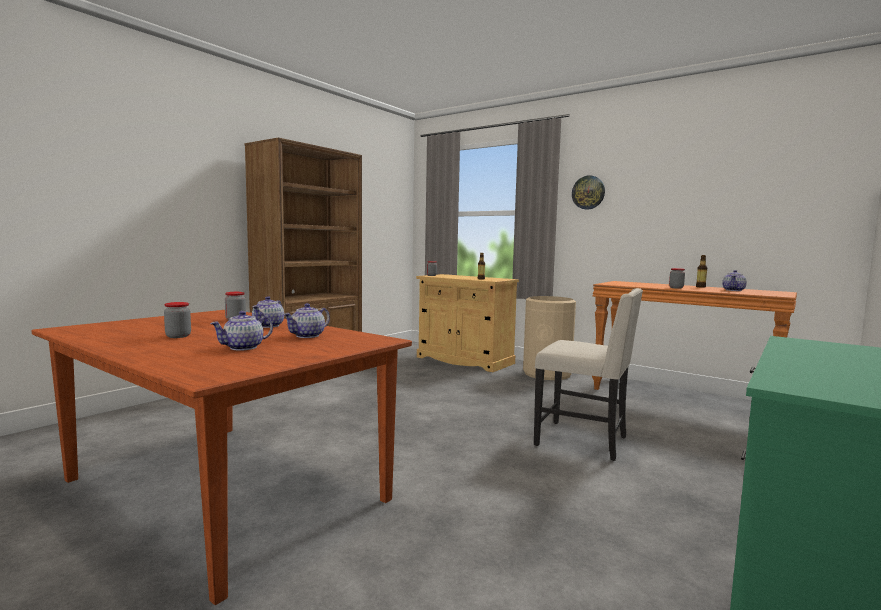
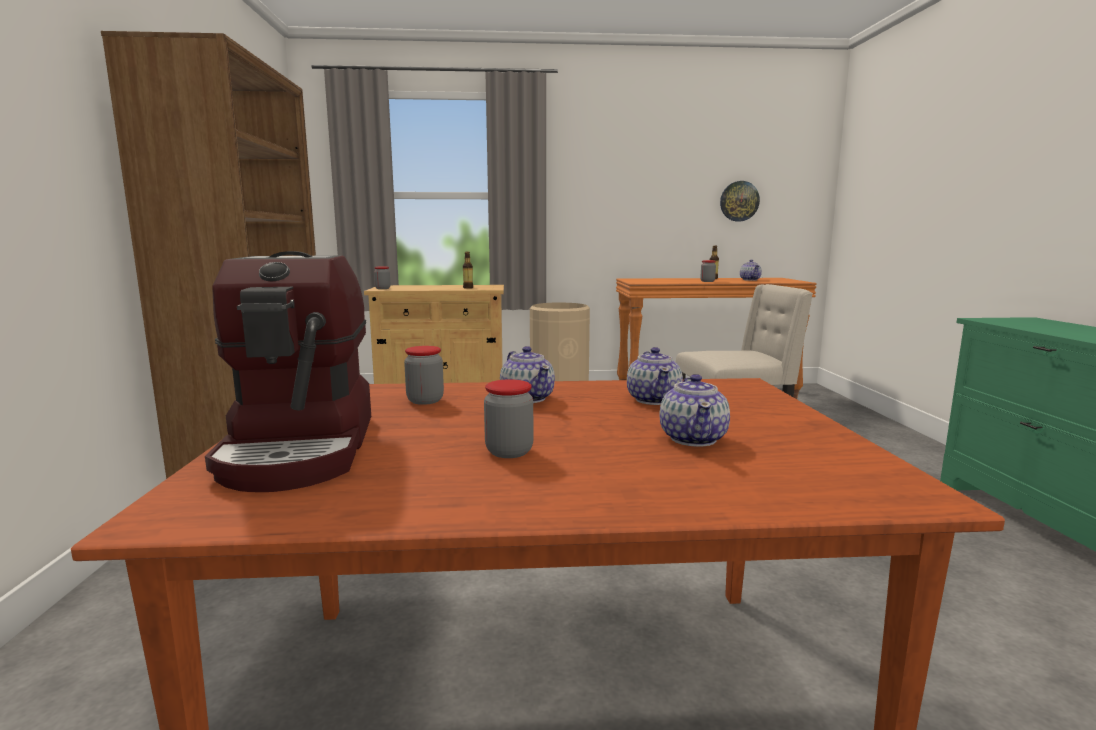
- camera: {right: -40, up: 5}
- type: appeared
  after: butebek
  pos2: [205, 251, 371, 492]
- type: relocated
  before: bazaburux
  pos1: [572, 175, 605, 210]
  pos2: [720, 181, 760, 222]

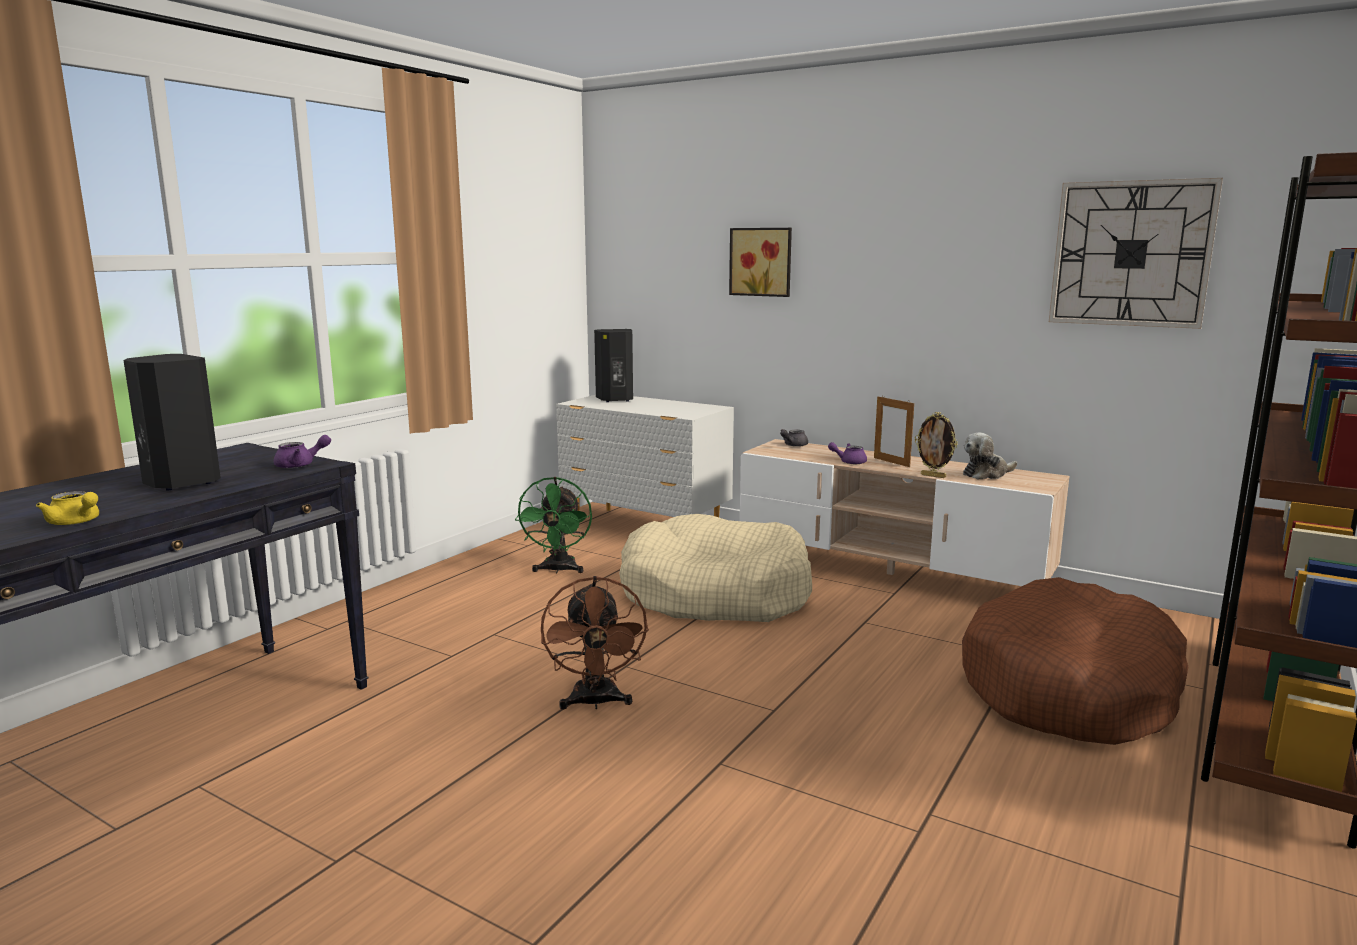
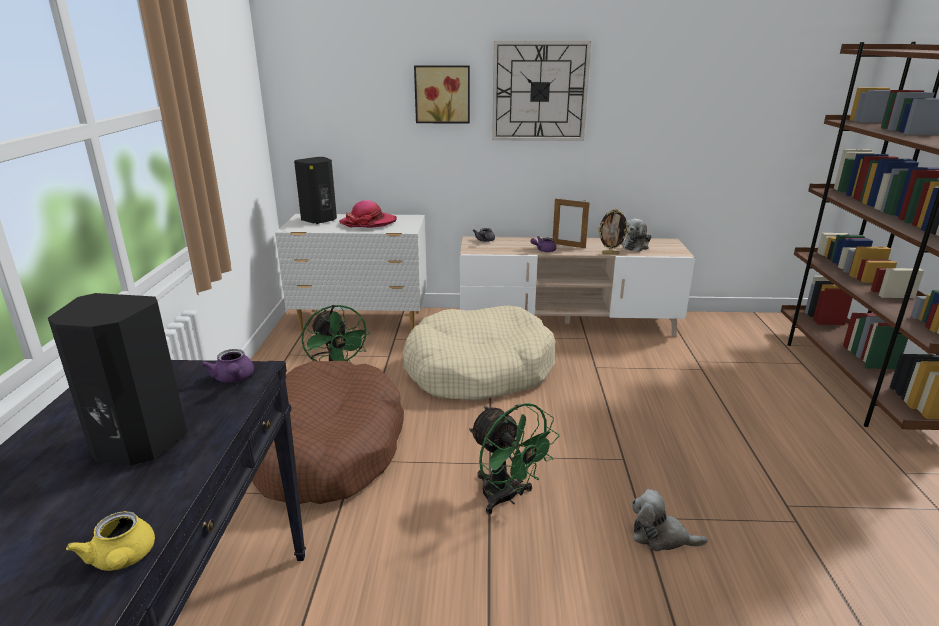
- camera: {right: -30, up: 10}
- type: appeared
  after: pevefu
  pos2: [339, 200, 397, 228]
- type: appeared
  after: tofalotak
  pos2: [632, 489, 708, 552]
- type: relocated
  before: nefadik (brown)
  pos1: [962, 577, 1188, 745]
  pos2: [252, 361, 404, 504]
- type: relocated
  before: bazaburux
  pos1: [1049, 178, 1223, 329]
  pos2: [492, 41, 591, 141]
- type: colour
  before: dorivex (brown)
  after: dorivex (green)
  pos1: [541, 576, 649, 710]
  pos2: [469, 403, 559, 514]
- type: spun
  before: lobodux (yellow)
  pos1: [36, 491, 99, 525]
  pos2: [66, 511, 155, 571]
  turn: 60
- type: spun
  before: lobodux (purple)
  pos1: [274, 435, 331, 468]
  pos2: [201, 349, 254, 382]
  turn: 120

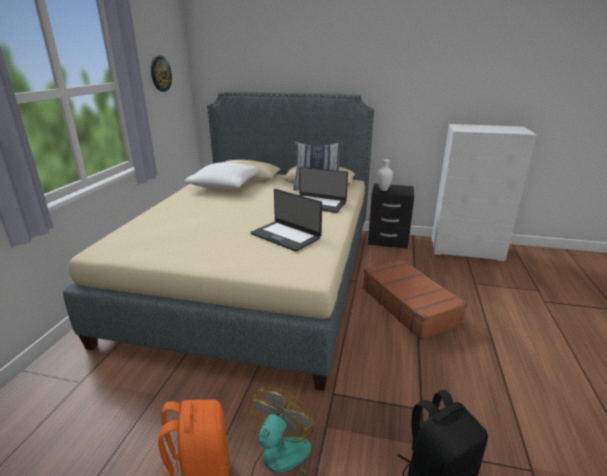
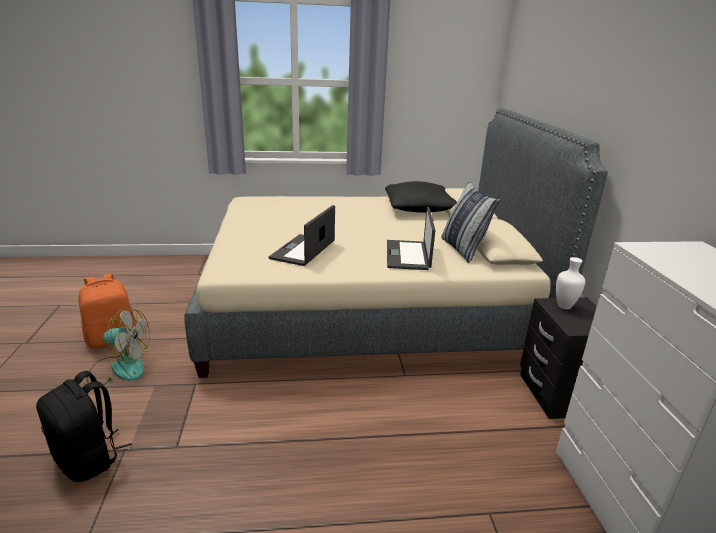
- camera: {right: 70, up: 0}
- type: missing
  before: bazaburux
  pos1: [151, 56, 172, 92]
- type: missing
  before: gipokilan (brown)
  pos1: [363, 259, 468, 340]
- type: colour
  before: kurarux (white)
  after: kurarux (black)
  pos1: [185, 162, 259, 189]
  pos2: [385, 181, 457, 212]

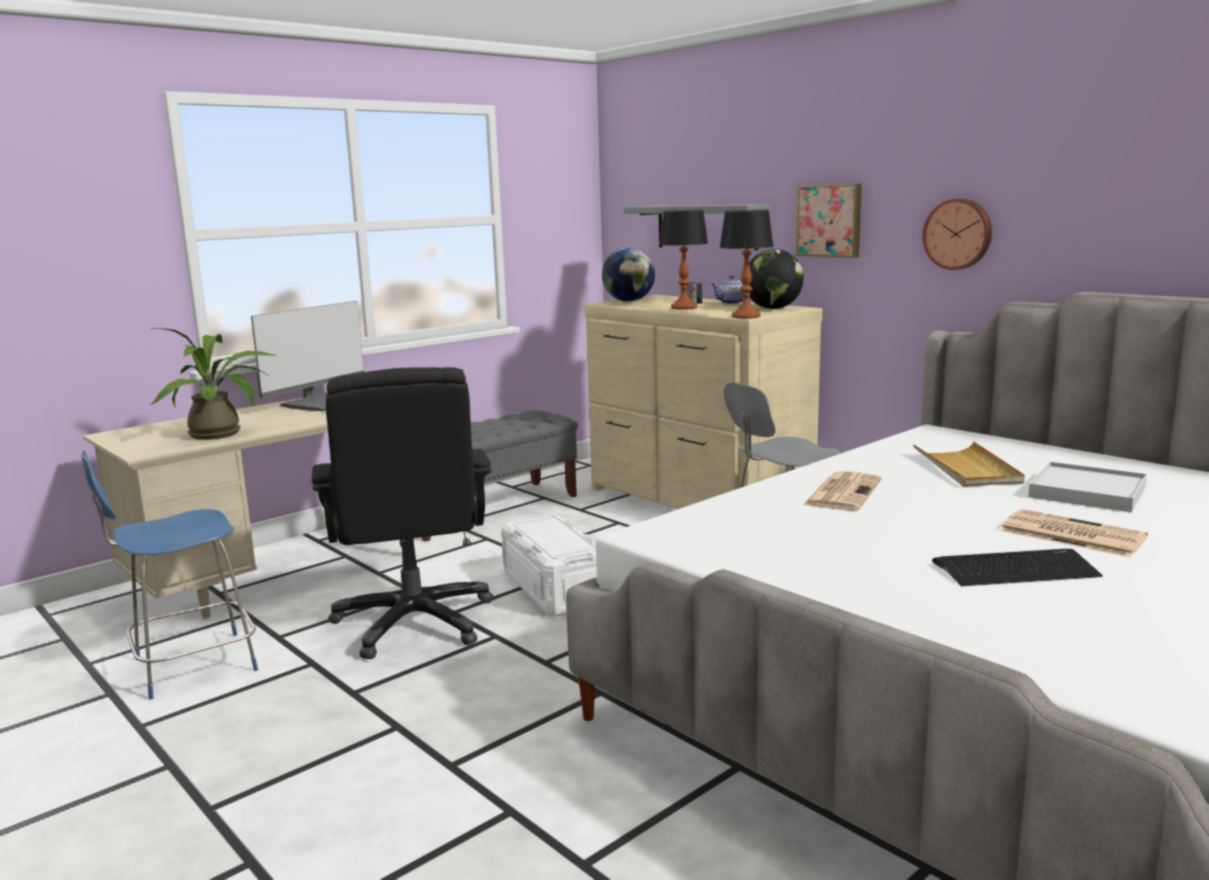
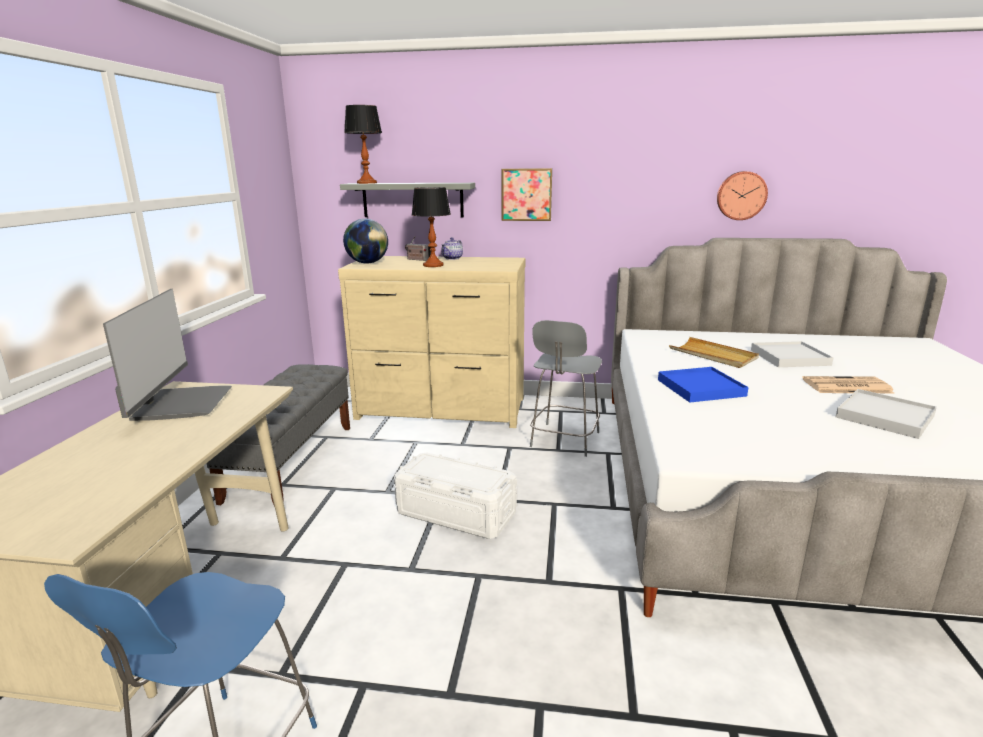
- camera: {right: -40, up: 5}
- type: missing
  before: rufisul
  pos1: [151, 328, 276, 440]
- type: missing
  before: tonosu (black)
  pos1: [312, 367, 493, 659]
- type: missing
  before: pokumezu
  pos1: [749, 249, 804, 309]
- type: relocated
  before: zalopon
  pos1: [719, 210, 774, 319]
  pos2: [344, 105, 382, 184]
- type: relocated
  before: bazaburux
  pos1: [922, 198, 992, 270]
  pos2: [717, 171, 768, 220]
- type: exchanged
  before: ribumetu
  after: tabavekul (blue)
  pos1: [803, 471, 882, 511]
  pos2: [658, 367, 749, 402]
- type: exchanged
  before: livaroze
  after: tabavekul (white)
  pos1: [932, 549, 1103, 586]
  pos2: [836, 389, 937, 439]

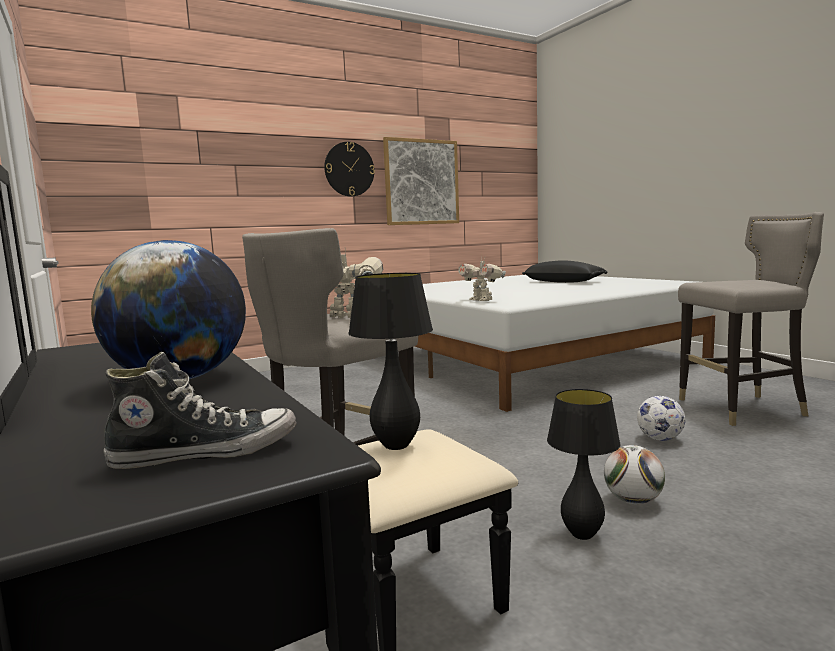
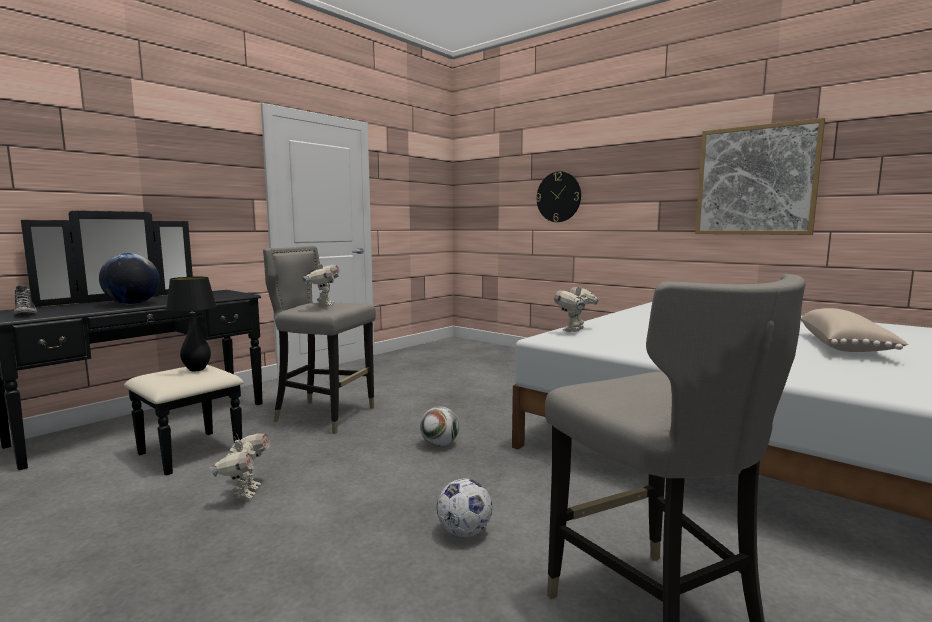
- camera: {right: 70, up: 0}
- type: relocated
  before: bazaburux
  pos1: [324, 142, 375, 197]
  pos2: [536, 171, 581, 222]
- type: relocated
  before: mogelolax
  pos1: [604, 445, 665, 504]
  pos2: [420, 406, 459, 446]
- type: exchanged
  before: zalopon (black)
  after: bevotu
  pos1: [547, 389, 621, 540]
  pos2: [209, 433, 270, 500]
- type: colour
  before: kurarux (black)
  after: kurarux (beige)
  pos1: [522, 260, 607, 283]
  pos2: [801, 308, 908, 352]

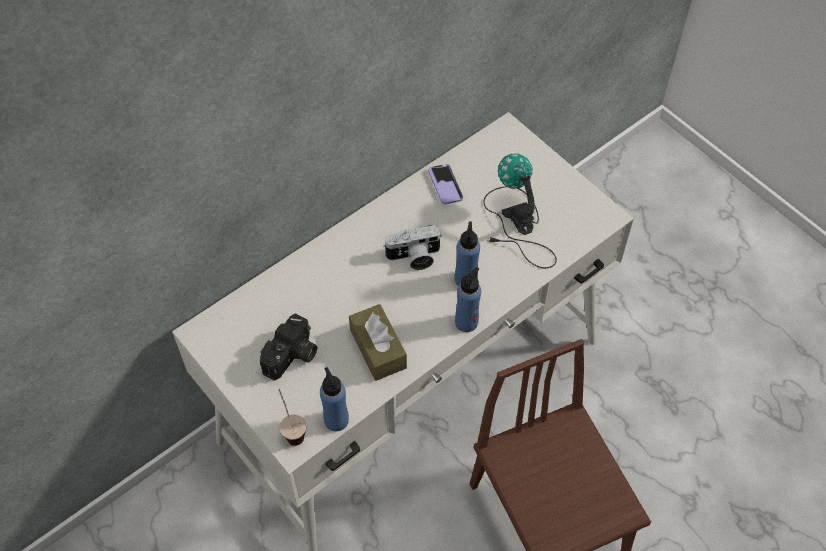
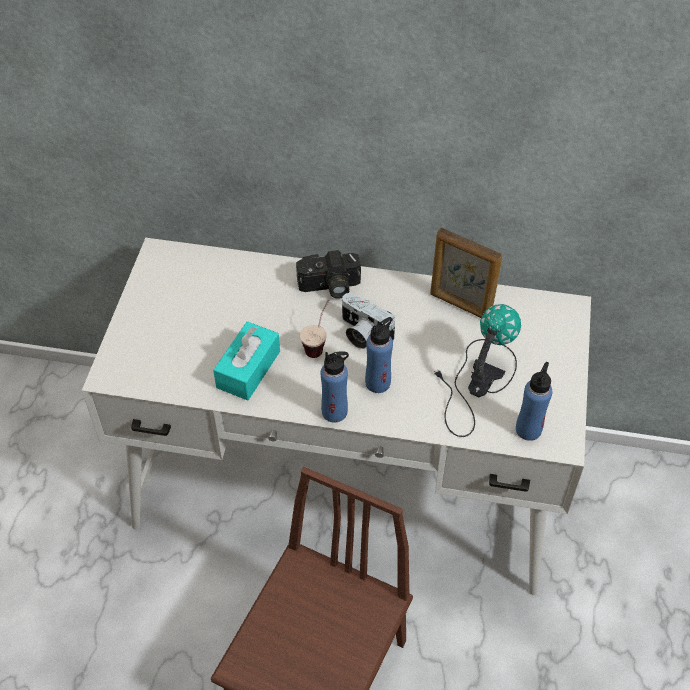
- camera: {right: 50, up: -5}
- type: relocated
  before: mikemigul
  pos1: [260, 313, 317, 381]
  pos2: [296, 250, 361, 299]
- type: relocated
  before: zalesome
  pos1: [279, 389, 306, 446]
  pos2: [300, 299, 329, 358]
- type: relocated
  before: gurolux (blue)
  pos1: [320, 367, 349, 431]
  pos2: [516, 362, 552, 441]
- type: exchanged
  before: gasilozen
  after: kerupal
  pos1: [428, 164, 463, 204]
  pos2: [430, 228, 503, 318]
- type: colour
  before: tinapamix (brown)
  after: tinapamix (turquoise)
  pos1: [349, 304, 407, 381]
  pos2: [213, 321, 280, 400]

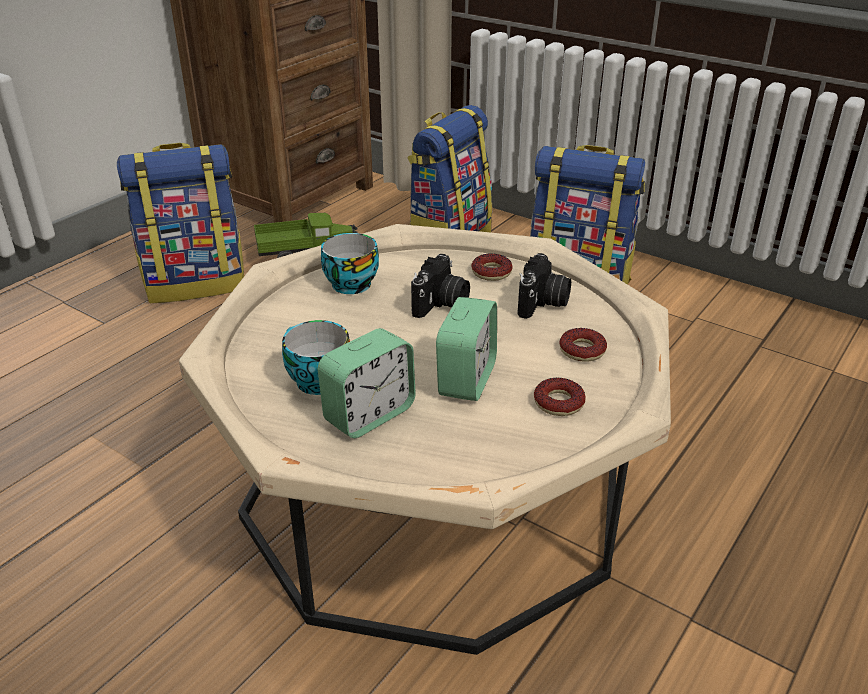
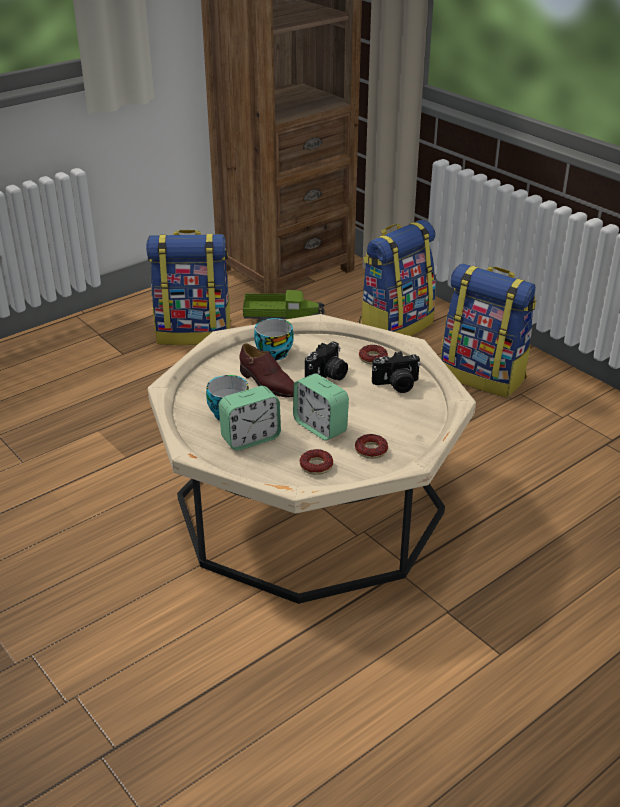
- camera: {right: 15, up: 0}
- type: appeared
  after: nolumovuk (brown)
  pos2: [239, 343, 294, 398]
- type: relocated
  before: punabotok
  pos1: [559, 328, 607, 362]
  pos2: [300, 449, 333, 475]
- type: spun
  before: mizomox
  pos1: [436, 297, 497, 401]
  pos2: [293, 373, 349, 441]
  turn: 105
- type: spun
  before: mikemigul
  pos1: [518, 253, 571, 319]
  pos2: [372, 351, 421, 393]
  turn: 45

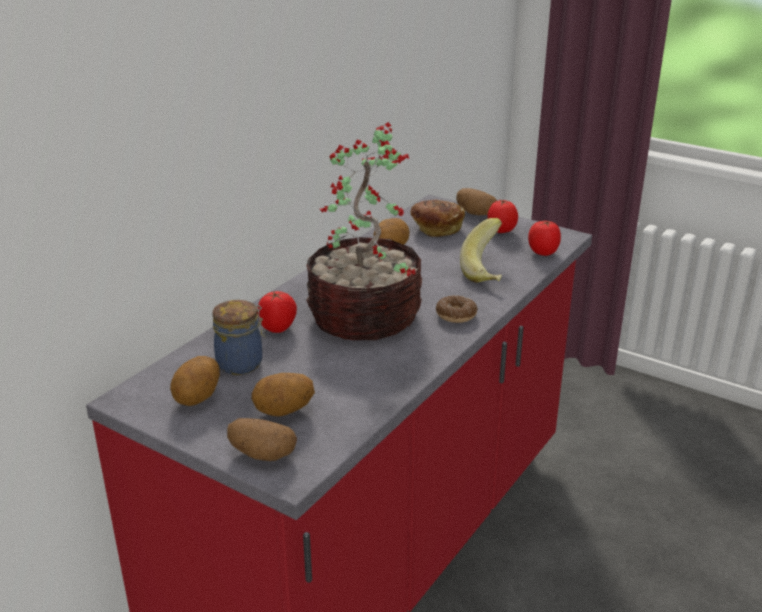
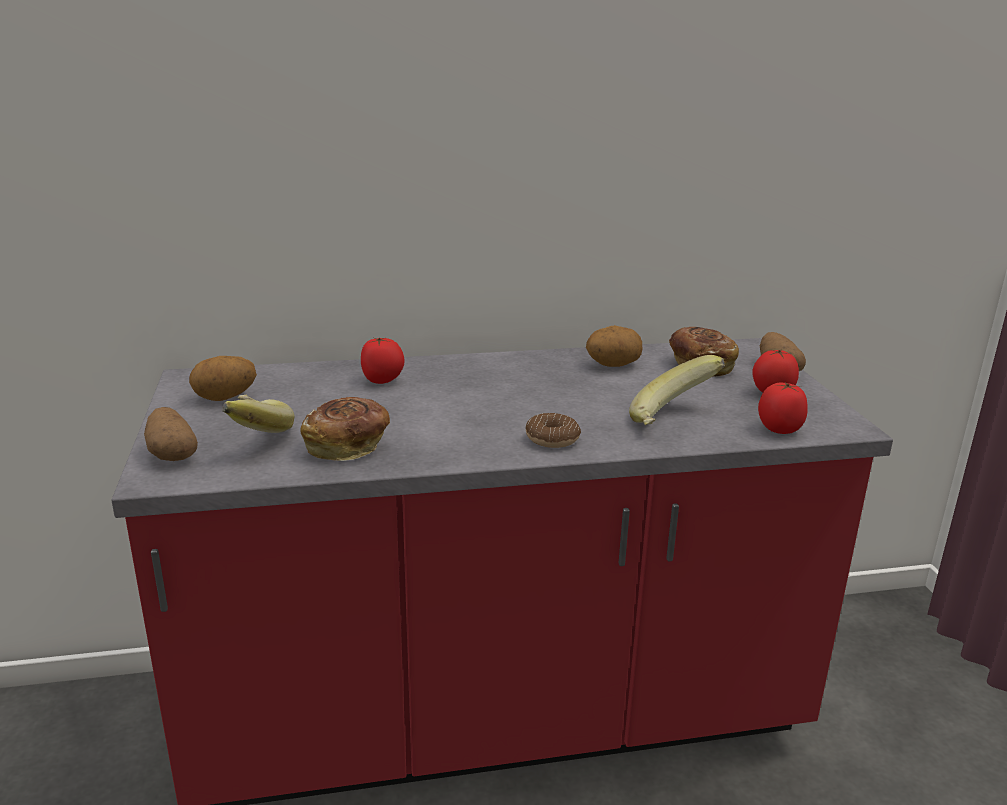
- camera: {right: 45, up: -5}
- type: missing
  before: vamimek
  pos1: [212, 300, 265, 375]
- type: missing
  before: rufisul
  pos1: [306, 122, 422, 340]
- type: appeared
  after: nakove
  pos2: [301, 397, 390, 461]
- type: exchanged
  before: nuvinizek
  after: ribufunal
  pos1: [251, 373, 315, 417]
  pos2: [222, 395, 294, 433]

